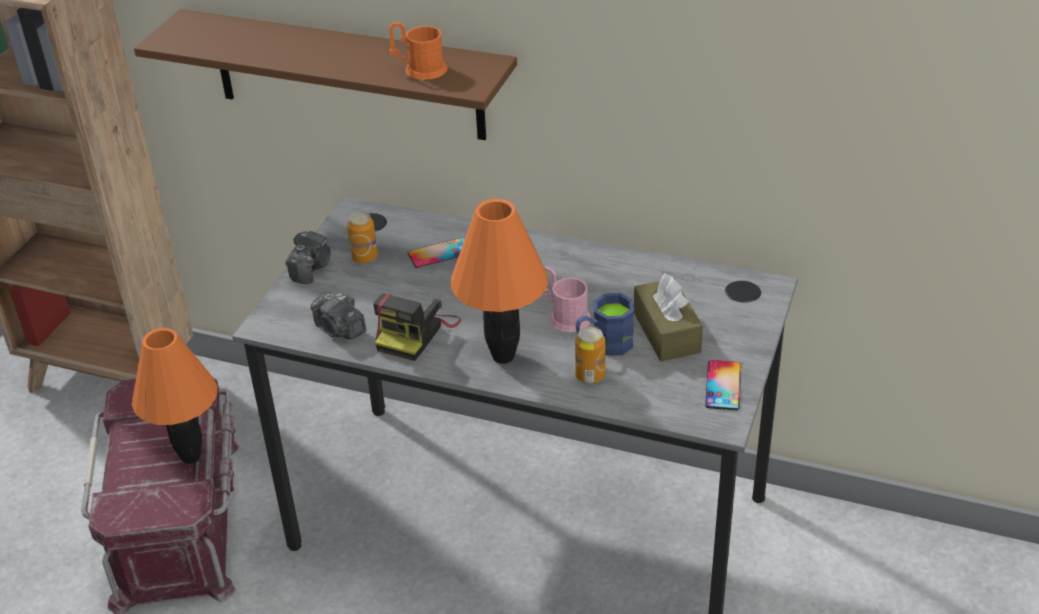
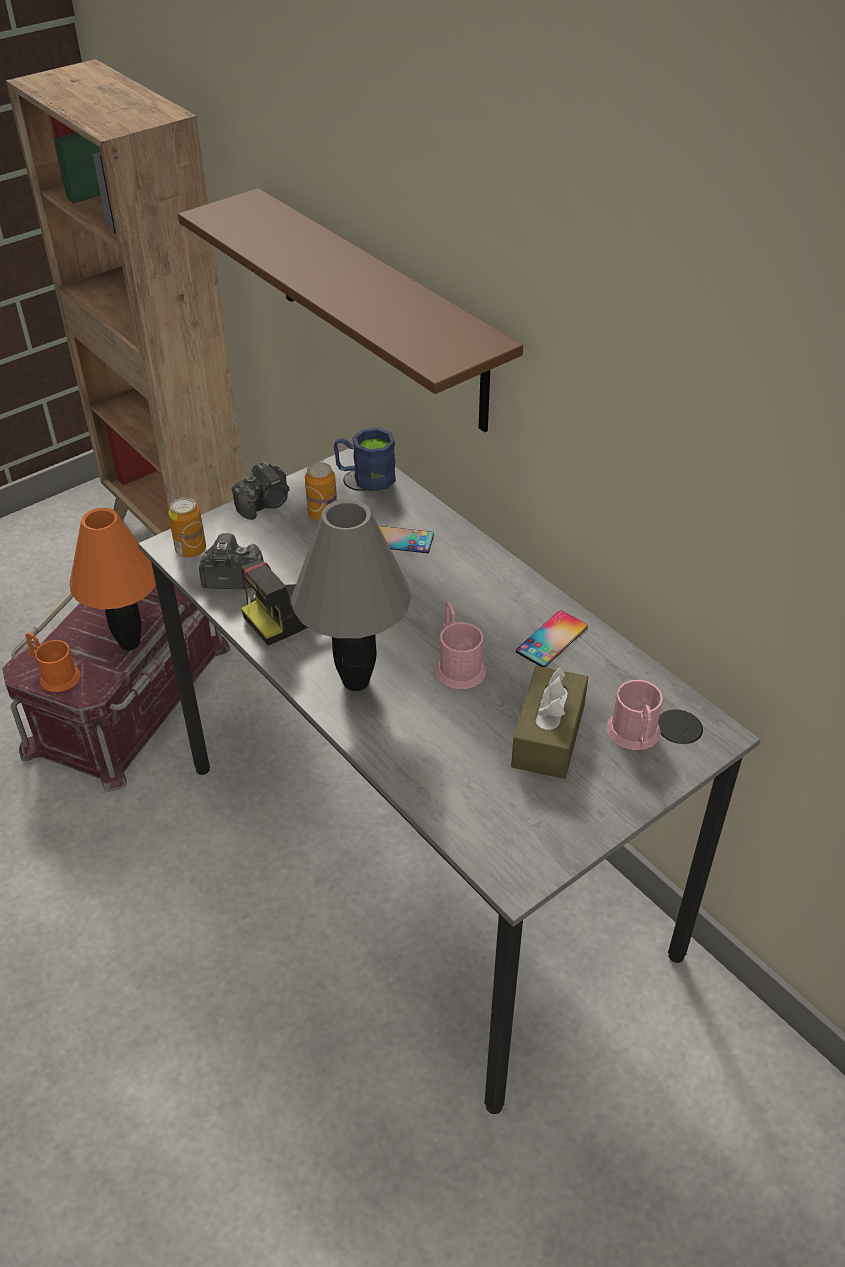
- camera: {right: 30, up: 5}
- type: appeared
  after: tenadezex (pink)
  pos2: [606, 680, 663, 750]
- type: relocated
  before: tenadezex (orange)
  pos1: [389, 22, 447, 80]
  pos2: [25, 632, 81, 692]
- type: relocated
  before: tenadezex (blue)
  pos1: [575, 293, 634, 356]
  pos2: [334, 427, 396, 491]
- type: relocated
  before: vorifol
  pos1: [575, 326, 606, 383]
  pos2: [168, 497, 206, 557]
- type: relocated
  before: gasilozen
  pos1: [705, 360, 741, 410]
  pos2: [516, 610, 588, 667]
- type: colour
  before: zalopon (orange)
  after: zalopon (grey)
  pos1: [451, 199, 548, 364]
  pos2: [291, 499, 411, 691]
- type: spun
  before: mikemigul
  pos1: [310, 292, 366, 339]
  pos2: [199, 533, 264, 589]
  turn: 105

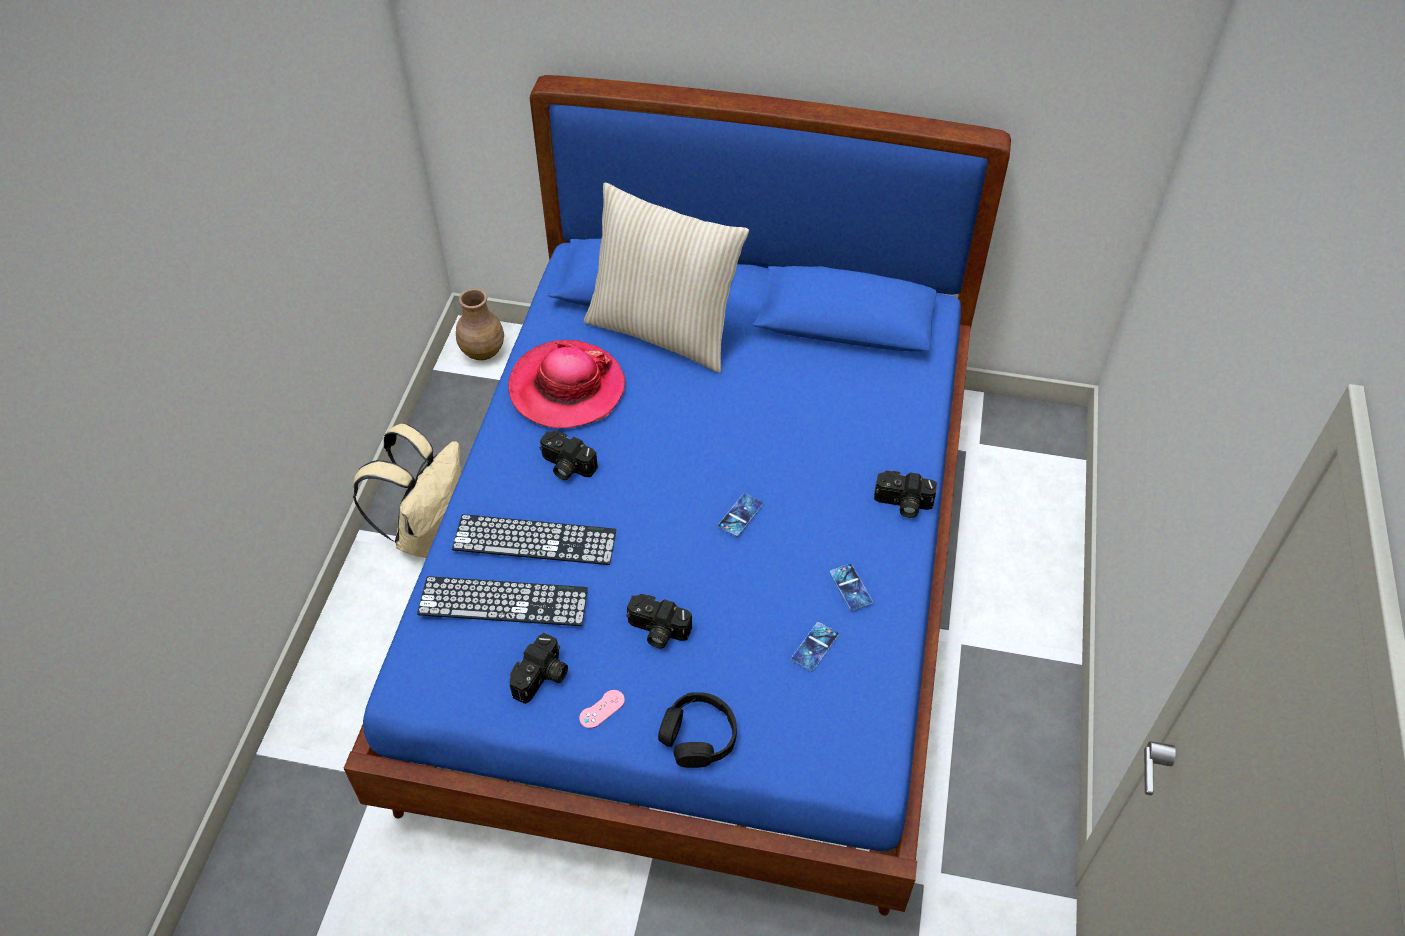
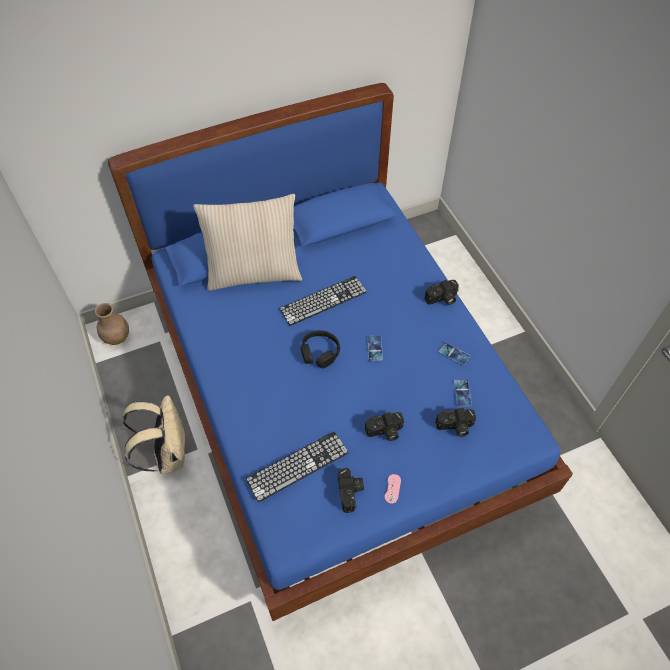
- camera: {right: -35, up: 5}
- type: missing
  before: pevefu
  pos1: [508, 340, 625, 429]
- type: relocated
  before: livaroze
  pos1: [452, 514, 616, 565]
  pos2: [279, 276, 367, 326]
- type: relocated
  before: mikemigul
  pos1: [539, 430, 598, 480]
  pos2: [435, 408, 476, 437]
- type: relocated
  before: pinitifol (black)
  pos1: [658, 692, 737, 768]
  pos2: [301, 330, 340, 368]

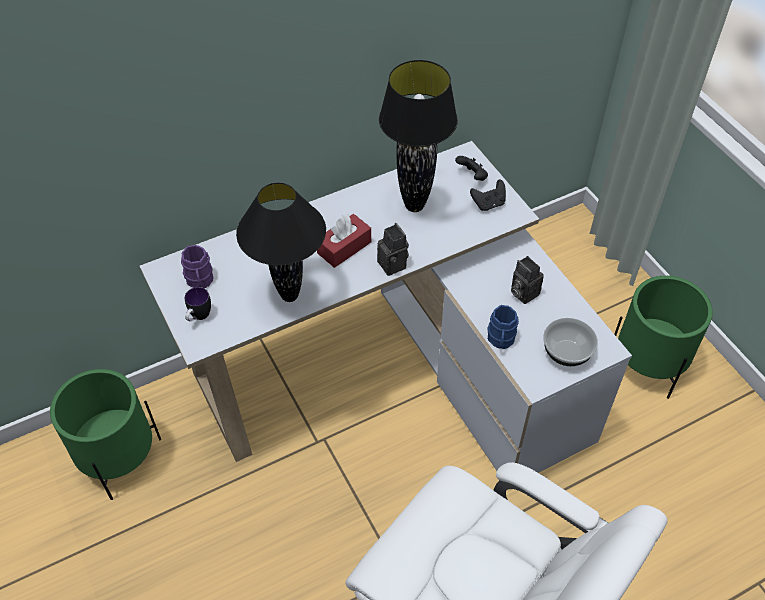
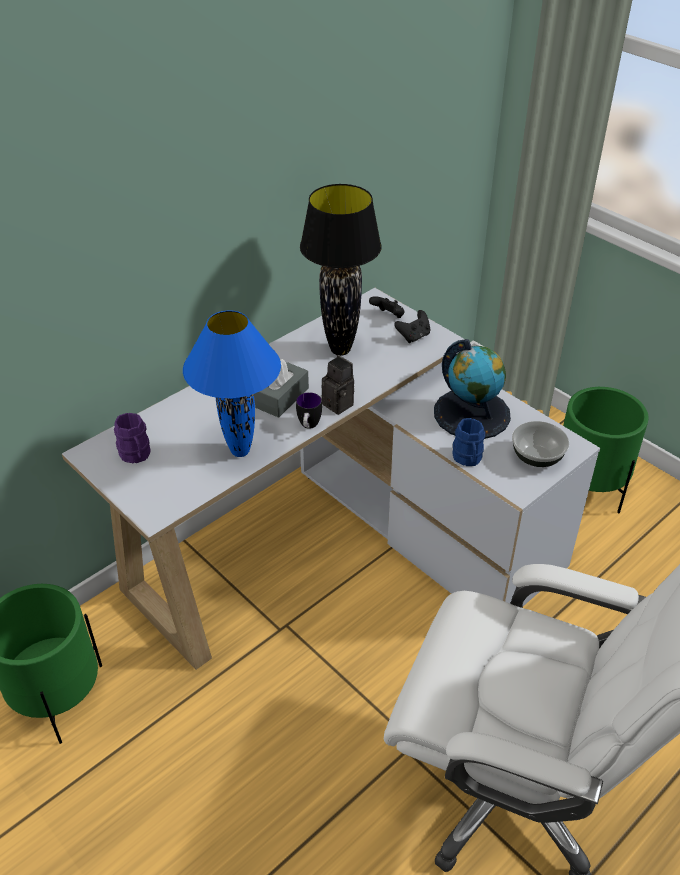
- camera: {right: -15, up: -10}
- type: relocated
  before: tenadezex
  pos1: [185, 287, 211, 321]
  pos2: [296, 392, 322, 429]
- type: exchanged
  before: mikemigul
  after: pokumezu
  pos1: [511, 256, 544, 304]
  pos2: [434, 339, 511, 439]
- type: colour
  before: zalopon (black)
  after: zalopon (blue)
  pos1: [236, 183, 326, 302]
  pos2: [183, 310, 281, 457]
- type: colour
  before: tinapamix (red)
  after: tinapamix (grey)
  pos1: [317, 214, 371, 268]
  pos2: [254, 359, 309, 418]

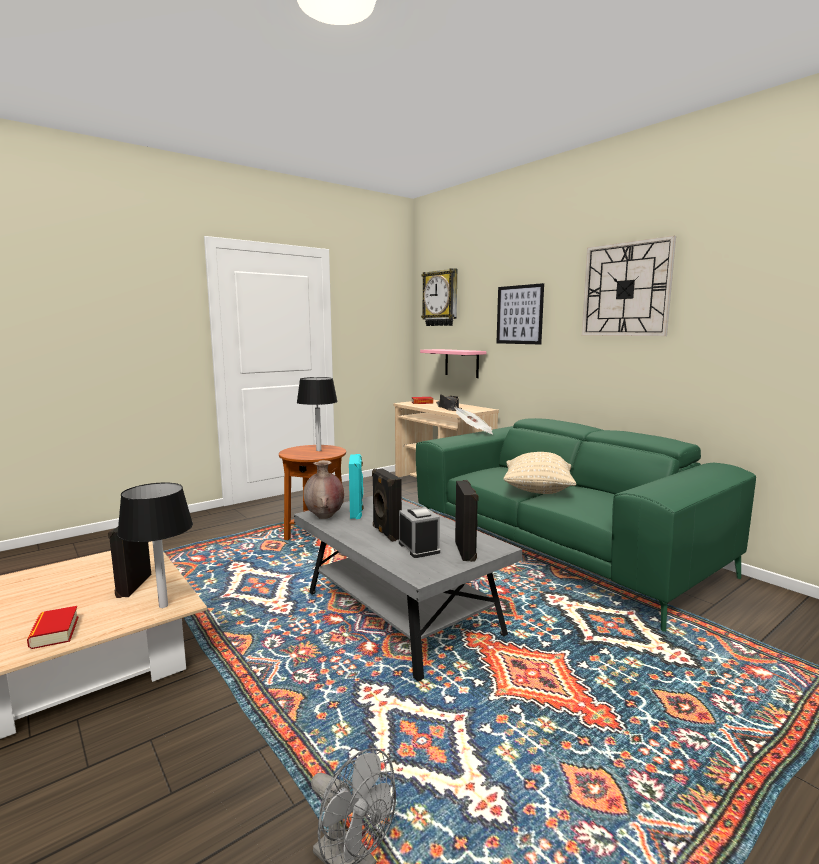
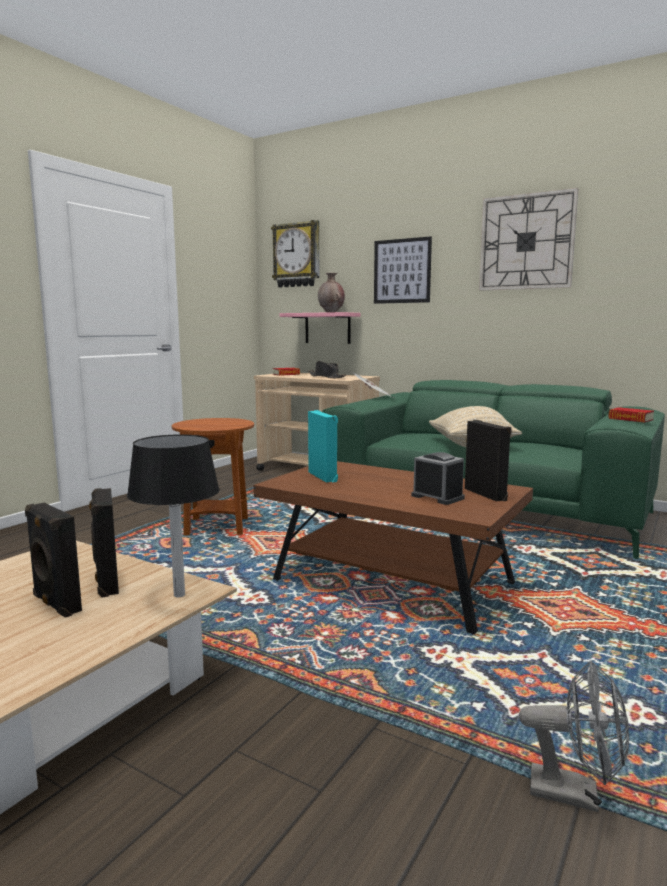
- camera: {right: -20, up: 0}
- type: missing
  before: zalopon (black)
  pos1: [297, 377, 338, 451]
- type: relocated
  before: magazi
  pos1: [27, 606, 79, 649]
  pos2: [608, 407, 654, 422]
- type: relocated
  before: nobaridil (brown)
  pos1: [303, 460, 344, 519]
  pos2: [318, 273, 345, 312]
- type: relocated
  before: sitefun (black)
  pos1: [372, 468, 402, 542]
  pos2: [25, 503, 82, 618]
- type: colour
  before: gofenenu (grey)
  after: gofenenu (brown)
  pos1: [294, 496, 522, 682]
  pos2: [253, 461, 533, 634]

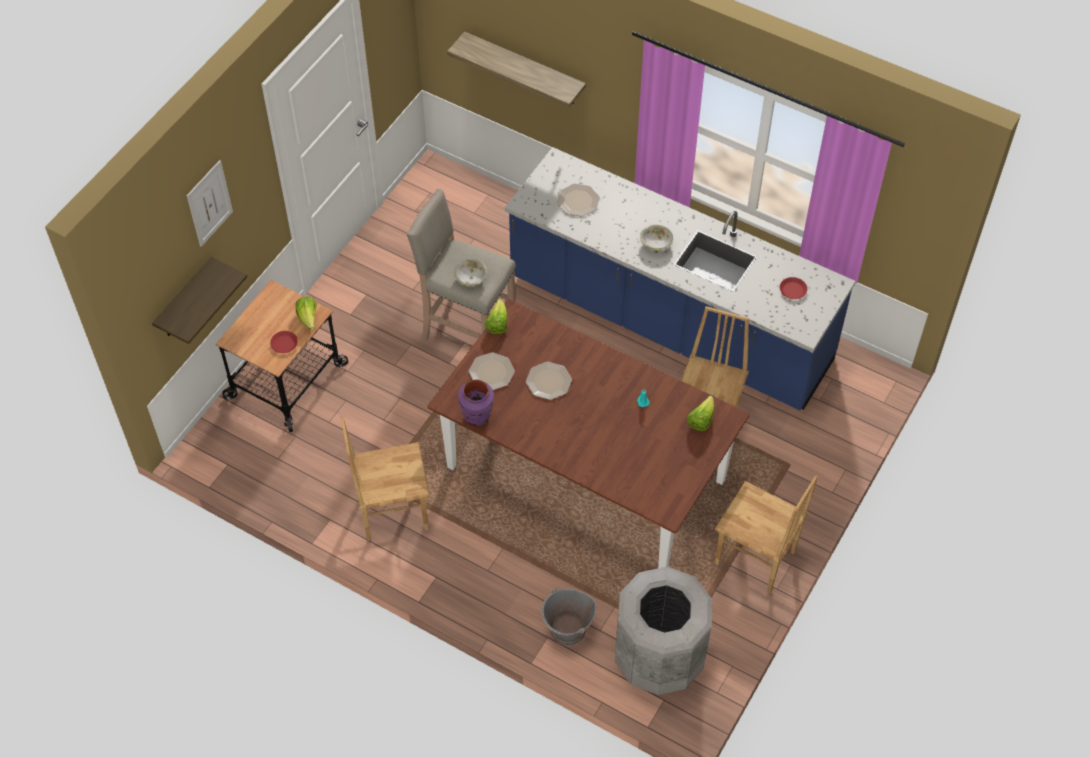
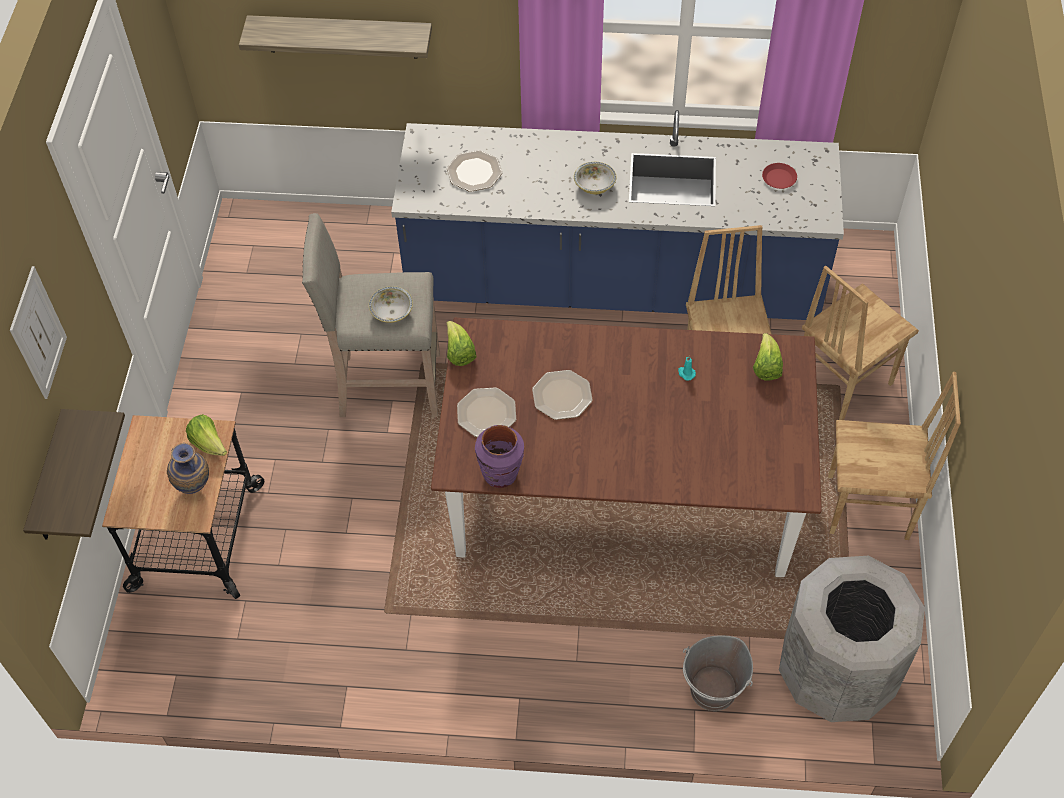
- camera: {right: -25, up: 0}
- type: relocated
  before: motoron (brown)
  pos1: [340, 416, 430, 541]
  pos2: [802, 266, 919, 420]
- type: exchanged
  before: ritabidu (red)
  after: nobaridil
  pos1: [270, 331, 298, 353]
  pos2: [167, 443, 209, 494]

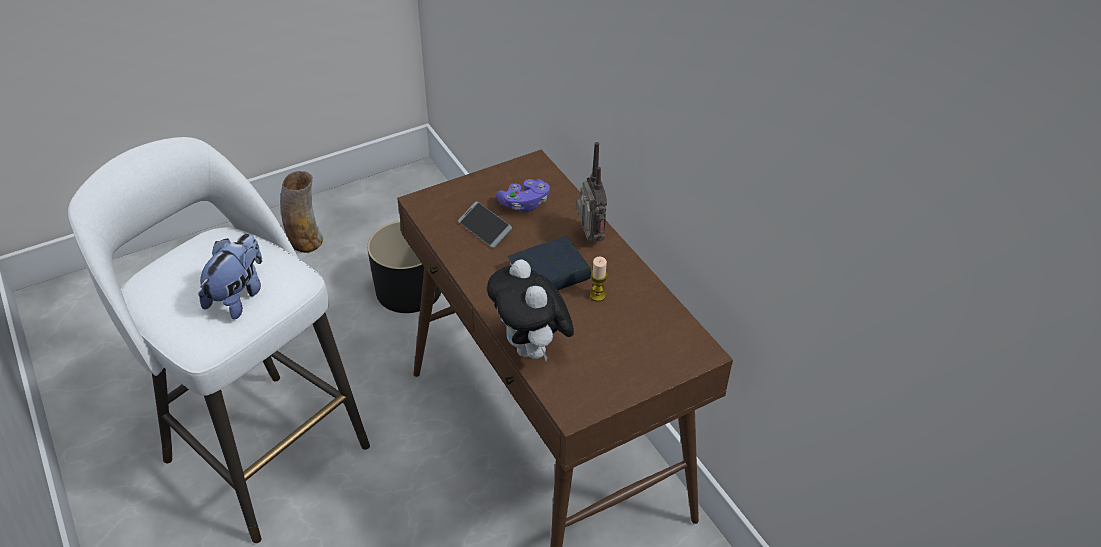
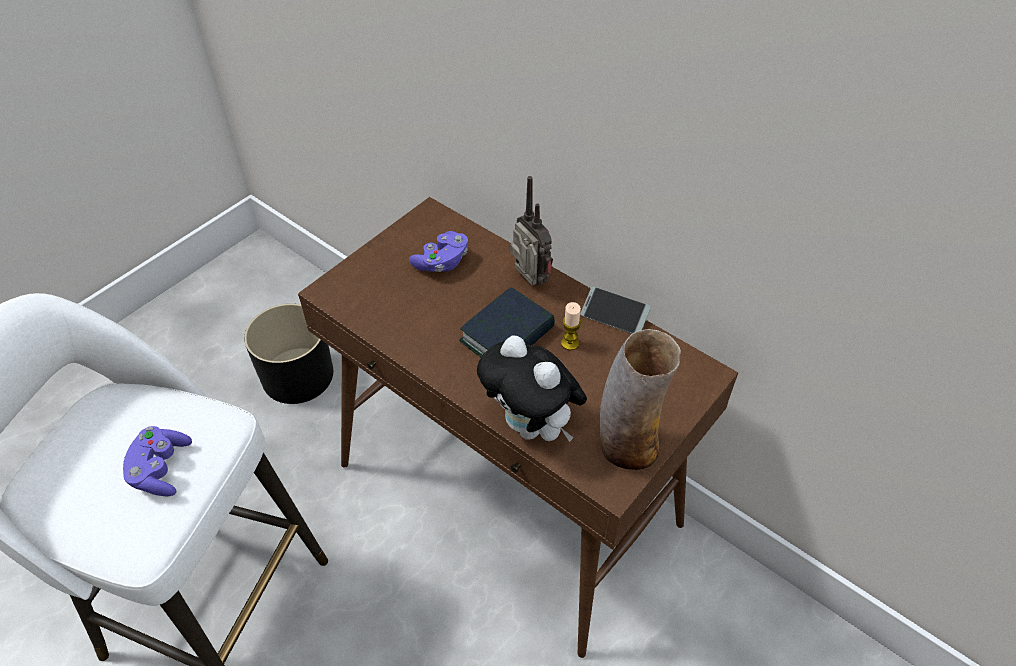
- camera: {right: -20, up: 5}
- type: relocated
  before: nobaridil
  pos1: [280, 171, 323, 253]
  pos2: [600, 329, 681, 470]
- type: relocated
  before: gasilozen
  pos1: [458, 201, 512, 248]
  pos2: [580, 287, 651, 334]
- type: exchanged
  before: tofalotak
  after: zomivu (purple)
  pos1: [198, 234, 262, 320]
  pos2: [123, 426, 192, 496]

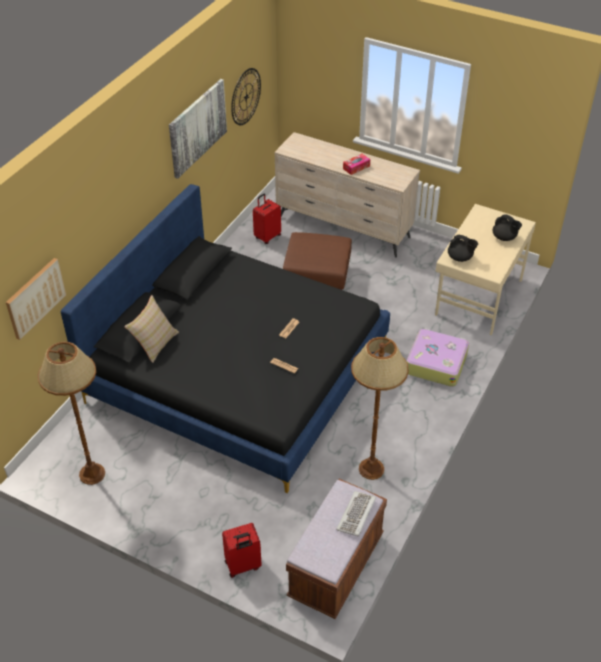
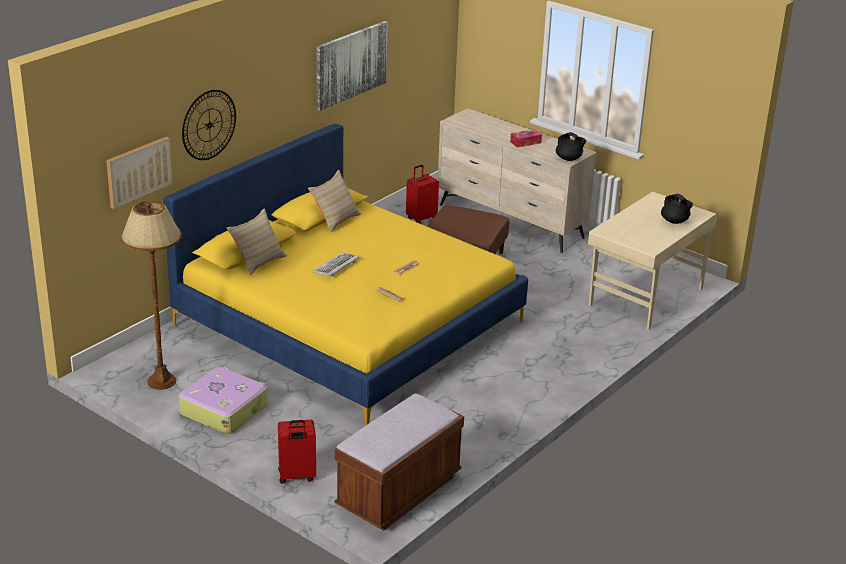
- camera: {right: 10, up: -15}
- type: missing
  before: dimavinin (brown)
  pos1: [351, 337, 409, 480]
- type: appeared
  after: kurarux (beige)
  pos2: [308, 170, 361, 232]
- type: relocated
  before: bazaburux
  pos1: [231, 68, 261, 125]
  pos2: [182, 90, 236, 160]
- type: relocated
  before: livaroze
  pos1: [336, 491, 376, 536]
  pos2: [313, 253, 359, 277]
- type: relocated
  before: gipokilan
  pos1: [407, 328, 469, 387]
  pos2: [179, 367, 268, 434]
- type: relocated
  before: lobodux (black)
  pos1: [448, 235, 478, 262]
  pos2: [556, 132, 586, 161]
- type: colour
  before: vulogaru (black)
  after: vulogaru (yellow)
  pos1: [61, 184, 390, 493]
  pos2: [163, 124, 528, 426]

